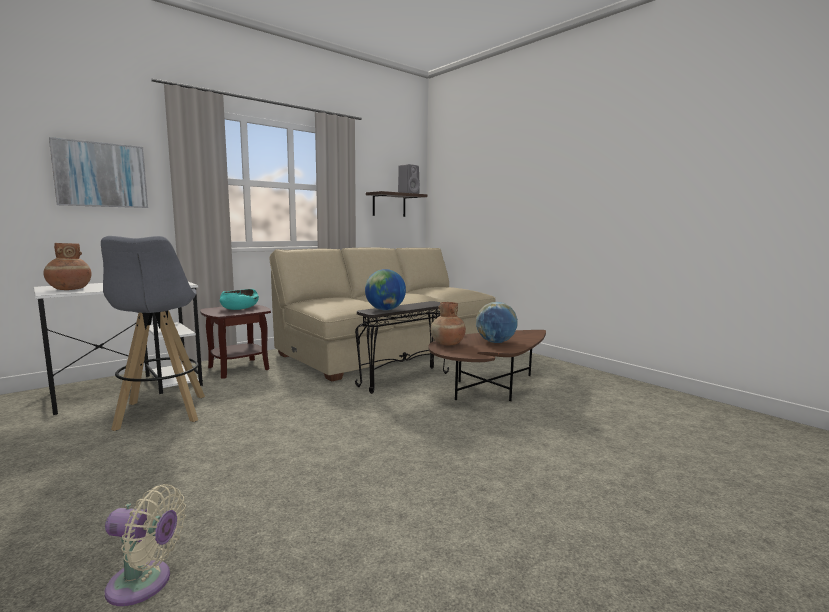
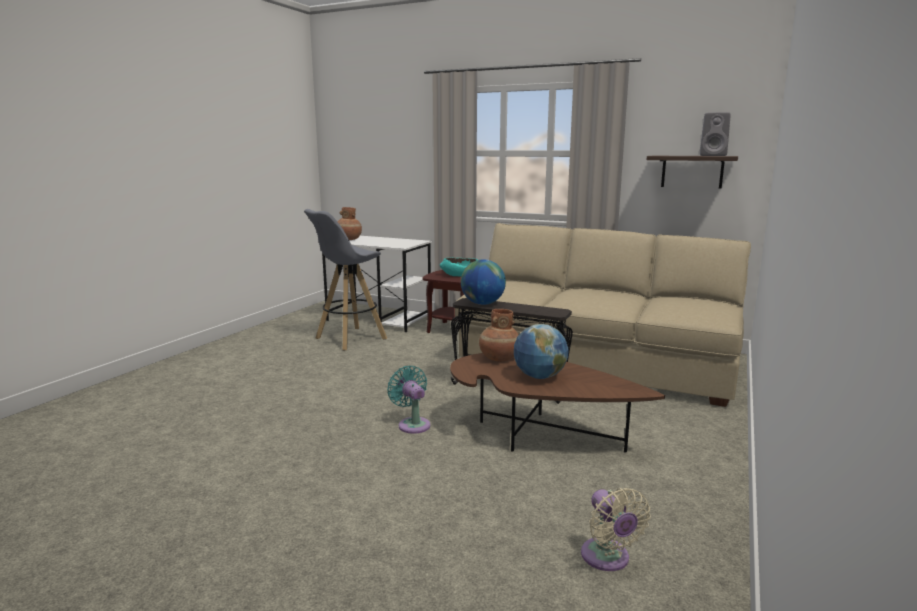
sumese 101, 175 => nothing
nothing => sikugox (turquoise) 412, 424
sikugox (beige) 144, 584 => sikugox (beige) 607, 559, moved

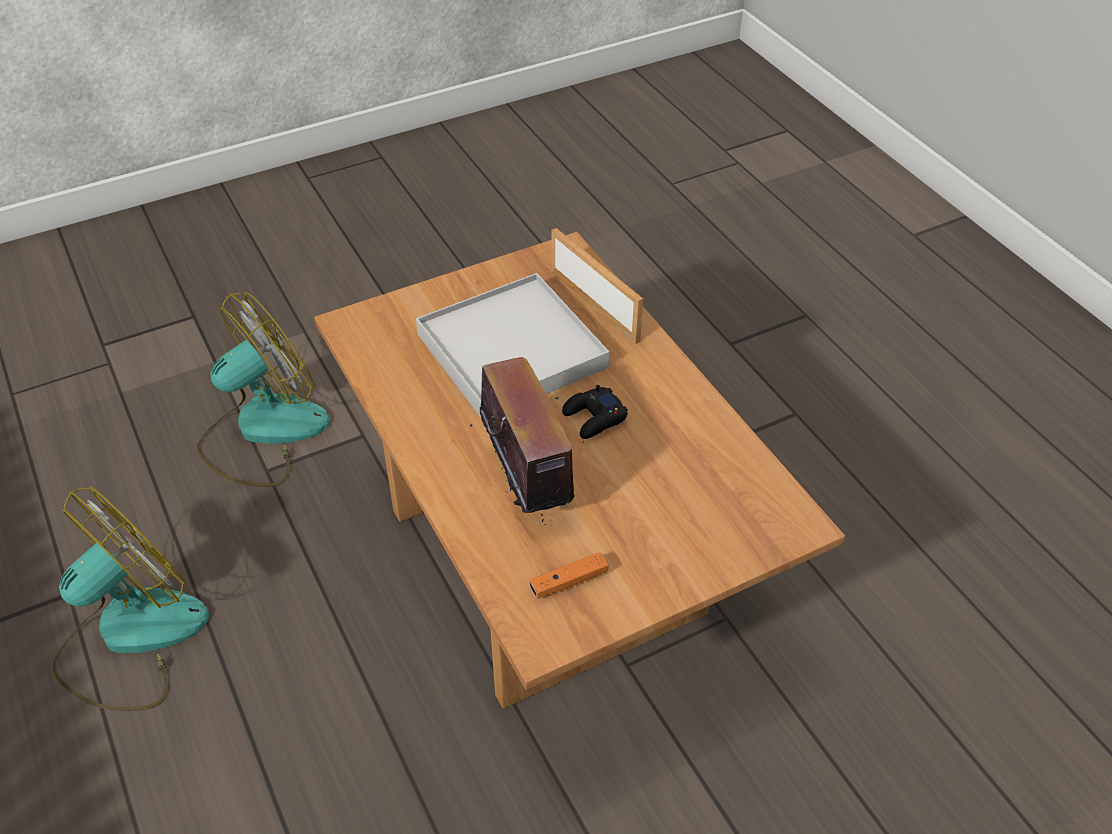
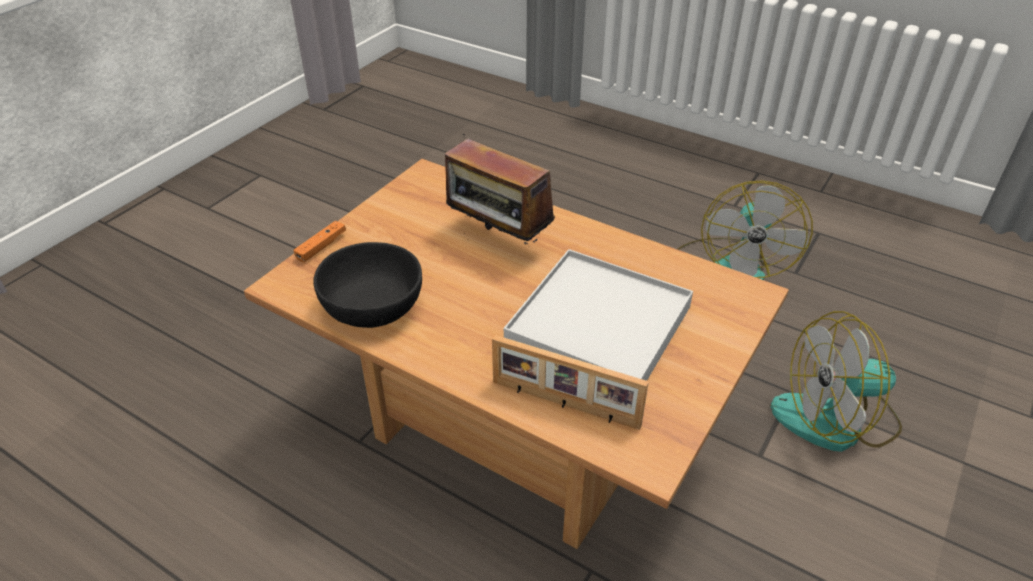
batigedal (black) 594, 418 => nothing
nothing => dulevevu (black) 373, 305
batigedal (orange) 569, 582 => batigedal (orange) 321, 246, moved
sikugox 263, 431 => sikugox 836, 419, 60 degrees clockwise

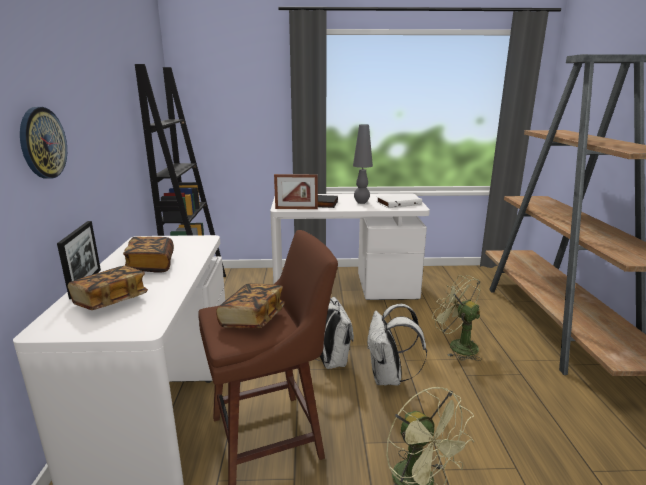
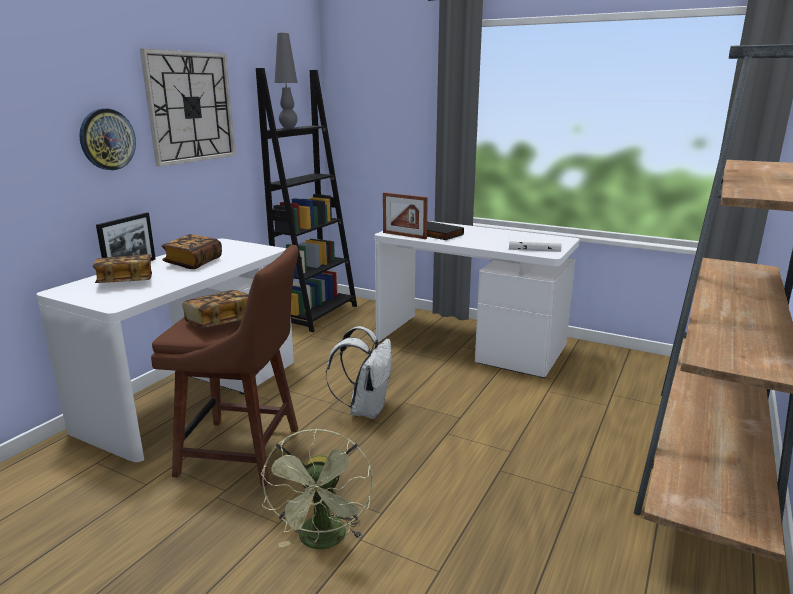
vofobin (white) 389, 378 => nothing
sikugox (green) 457, 345 => nothing
nothing => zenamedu 190, 107
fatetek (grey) 361, 202 => fatetek (grey) 288, 128, moved

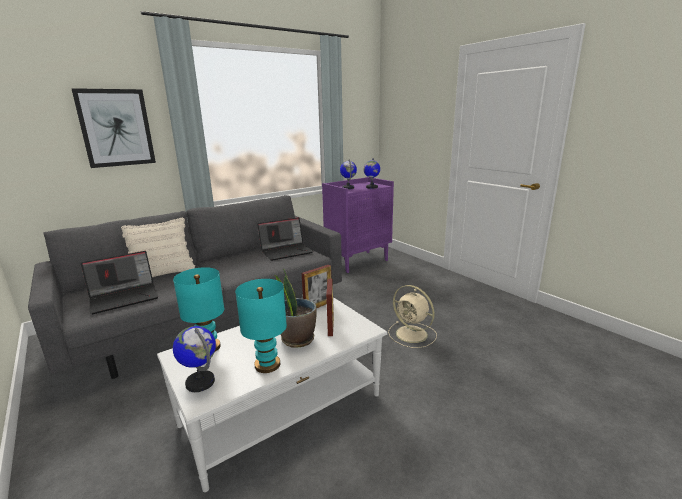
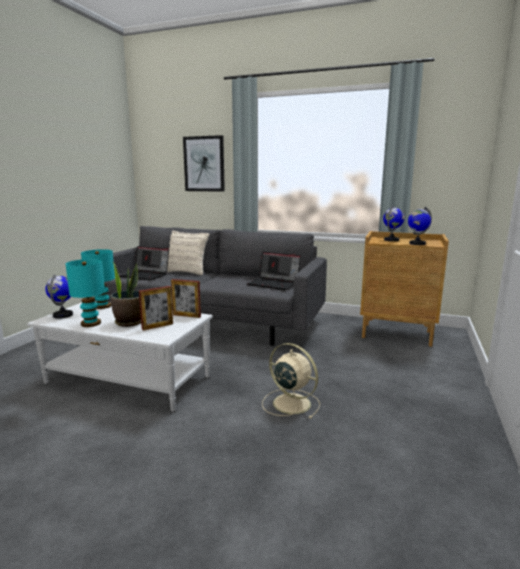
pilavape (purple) 358, 261 => pilavape (brown) 397, 334
sikugox (beige) 412, 334 => sikugox (beige) 290, 403, 120 degrees clockwise

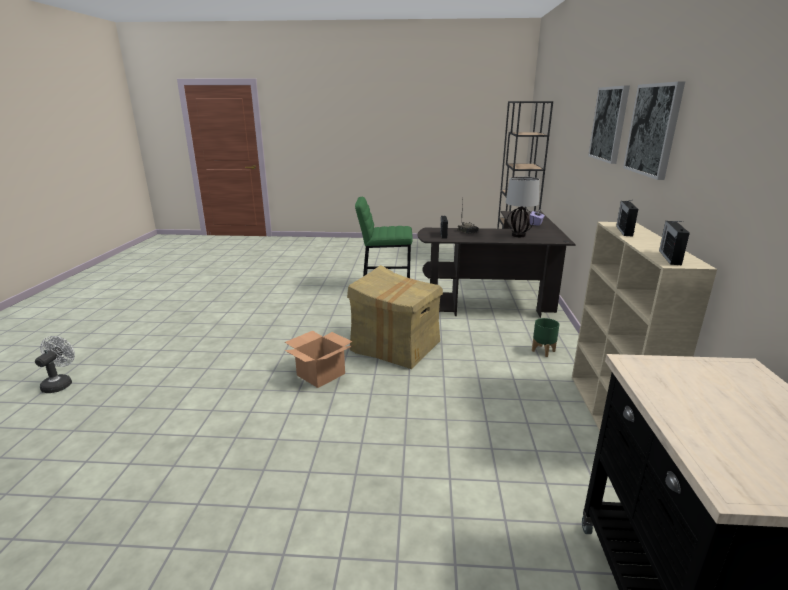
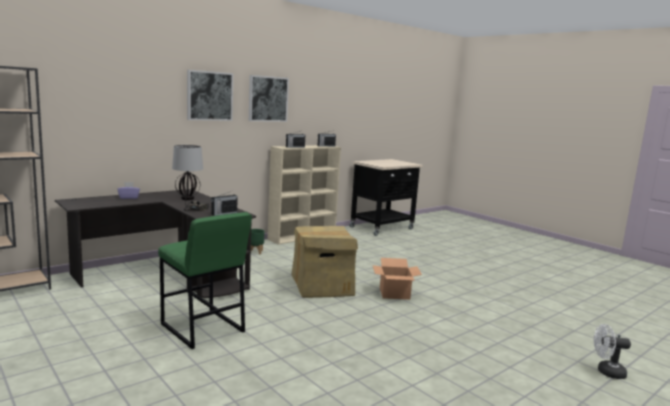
sikugox (white) 60, 384 => sikugox (white) 606, 372, 45 degrees clockwise

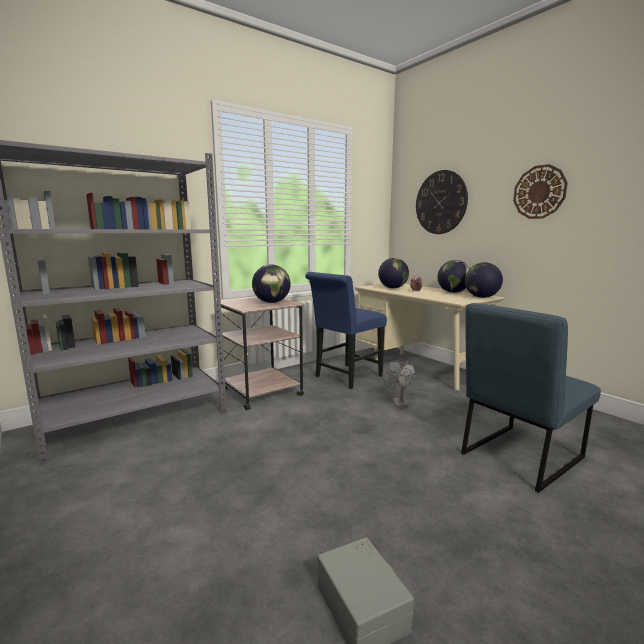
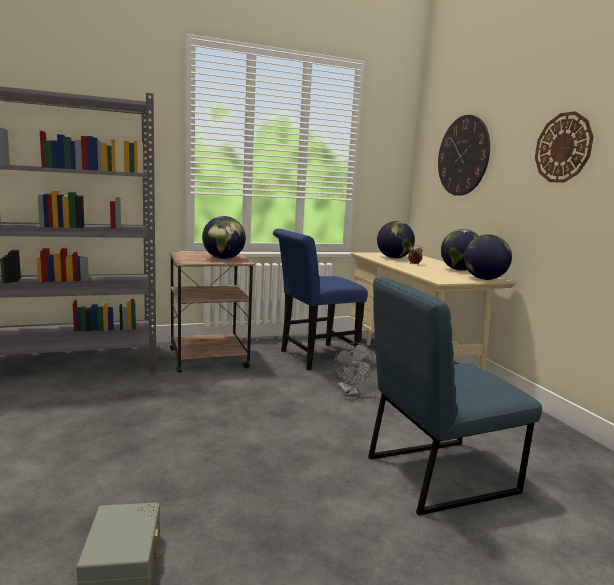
sikugox (grey) 398, 402 => sikugox (grey) 349, 392, 150 degrees clockwise

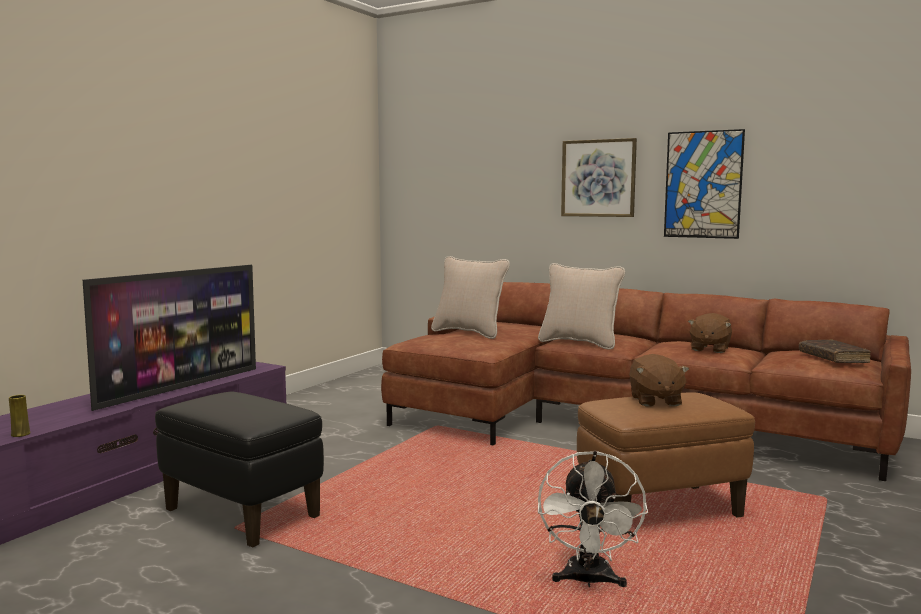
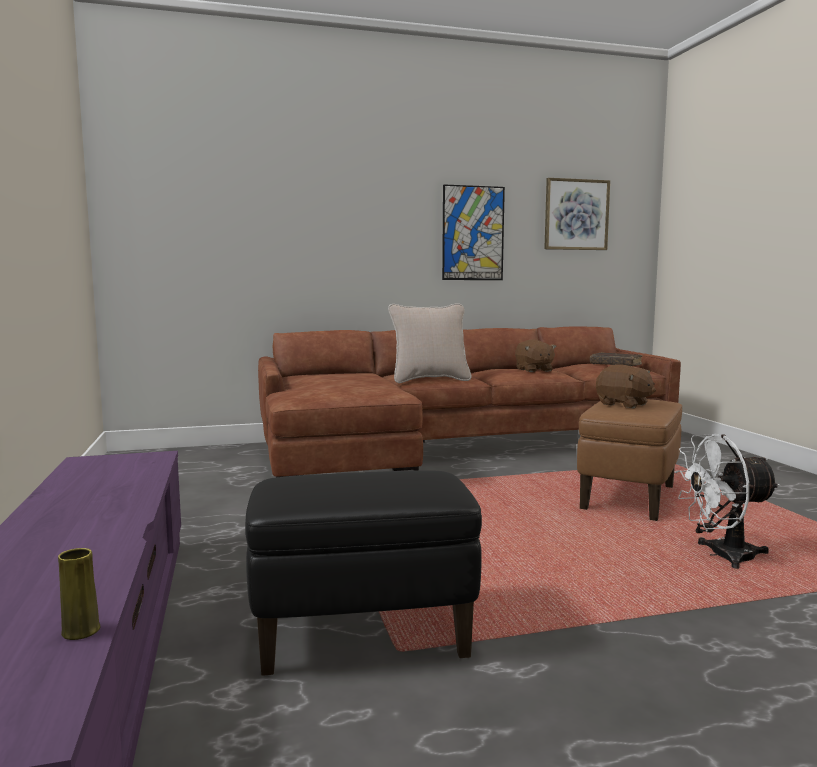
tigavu 181, 387 => nothing
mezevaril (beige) 469, 333 => nothing
sumese 598, 178 => sumese 576, 215, moved
sikugox (white) 588, 581 => sikugox (white) 721, 556, 120 degrees clockwise

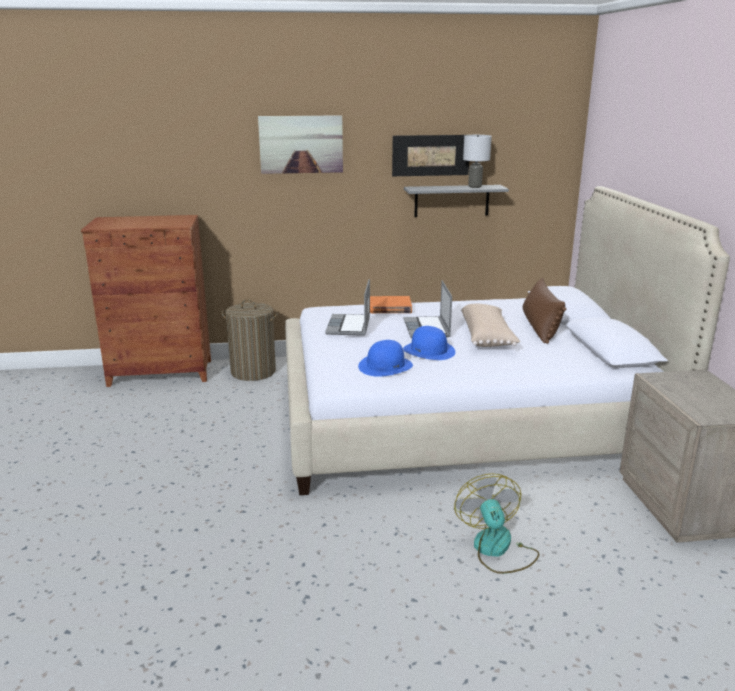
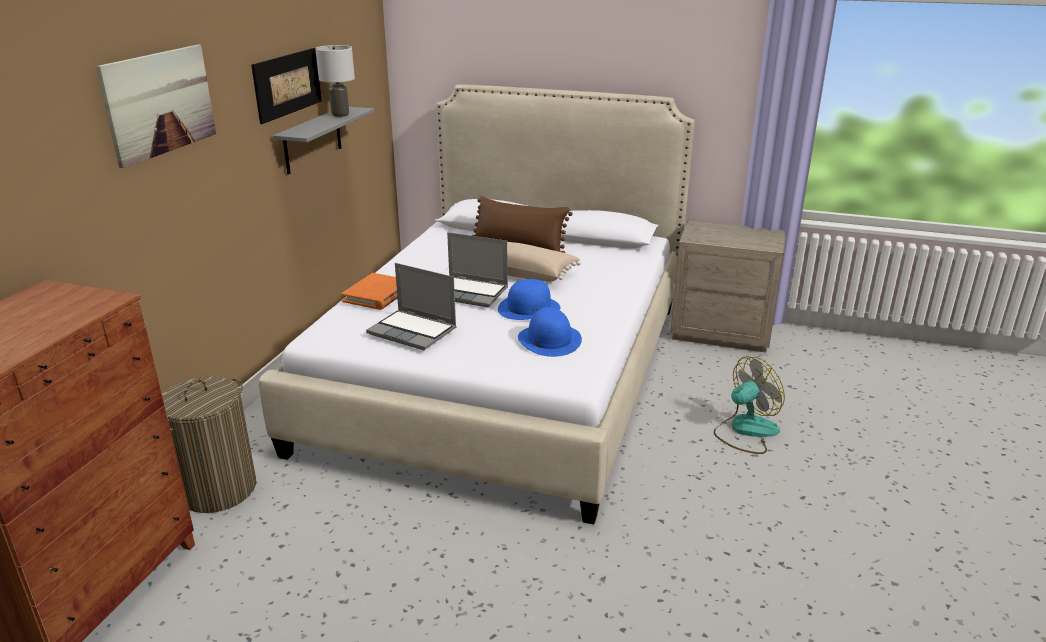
sikugox 497, 549 => sikugox 745, 431, 135 degrees clockwise

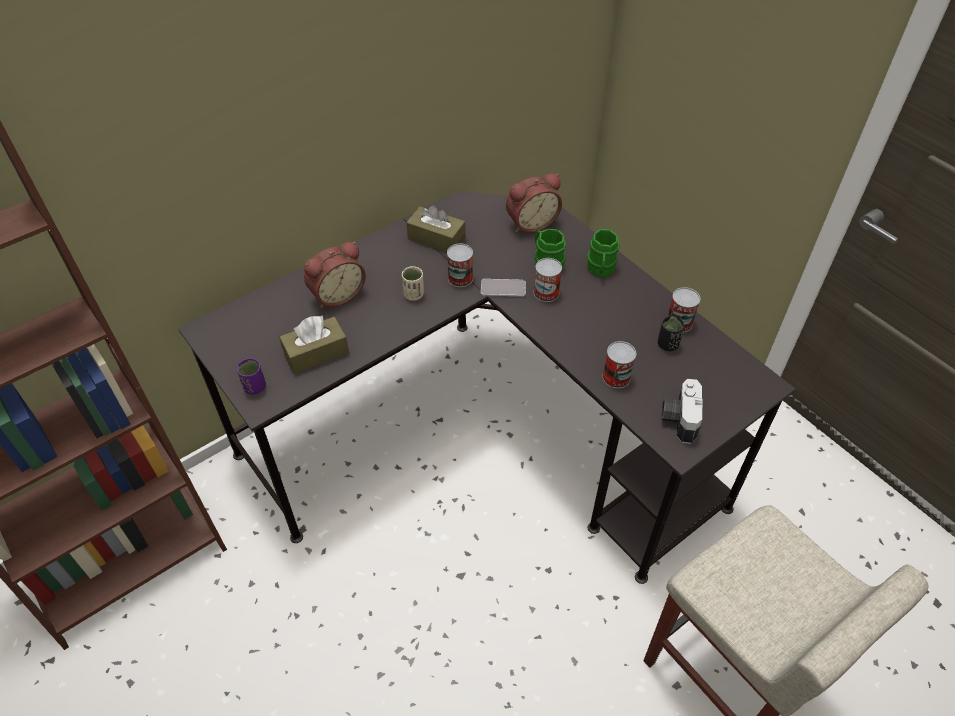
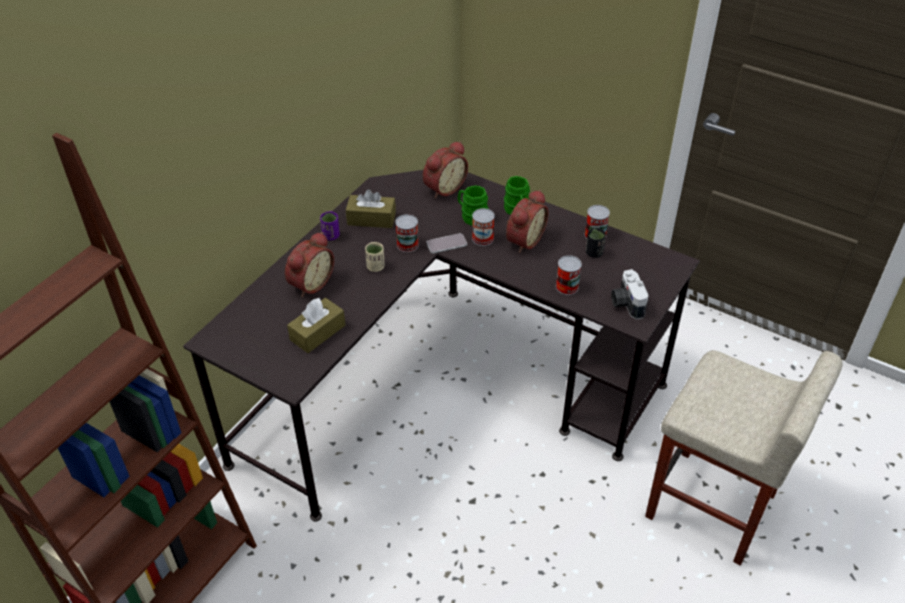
nothing => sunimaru 523, 240
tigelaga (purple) 255, 387 => tigelaga (purple) 331, 236, moved

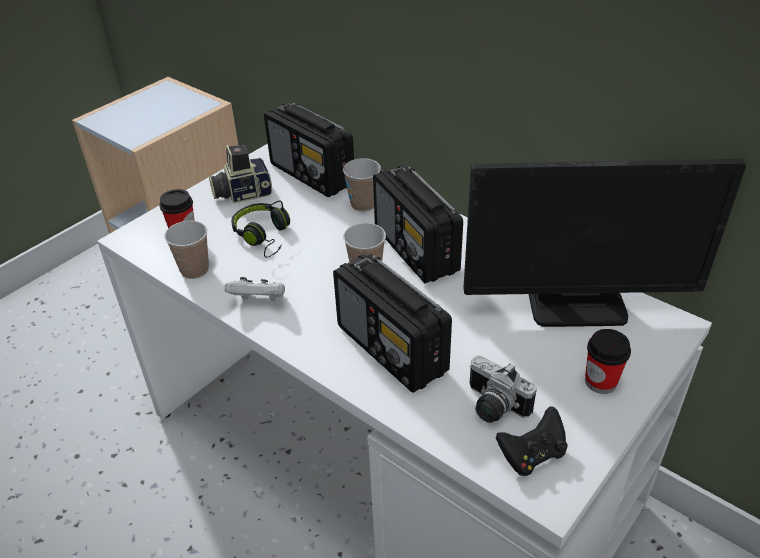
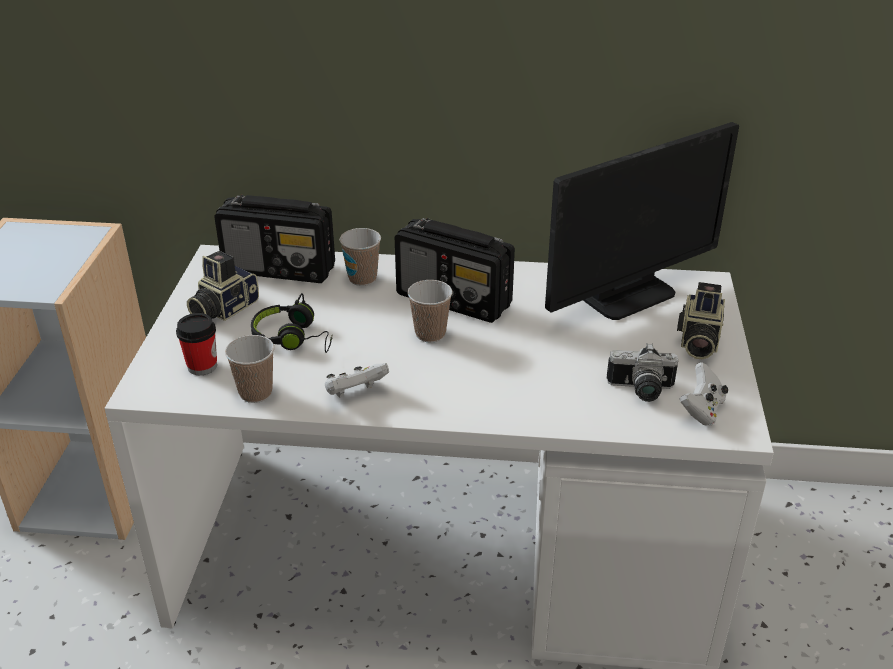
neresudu 392, 350 => nothing
tigelaga 600, 381 => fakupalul 697, 341
batigedal (black) 532, 455 => batigedal (white) 701, 410

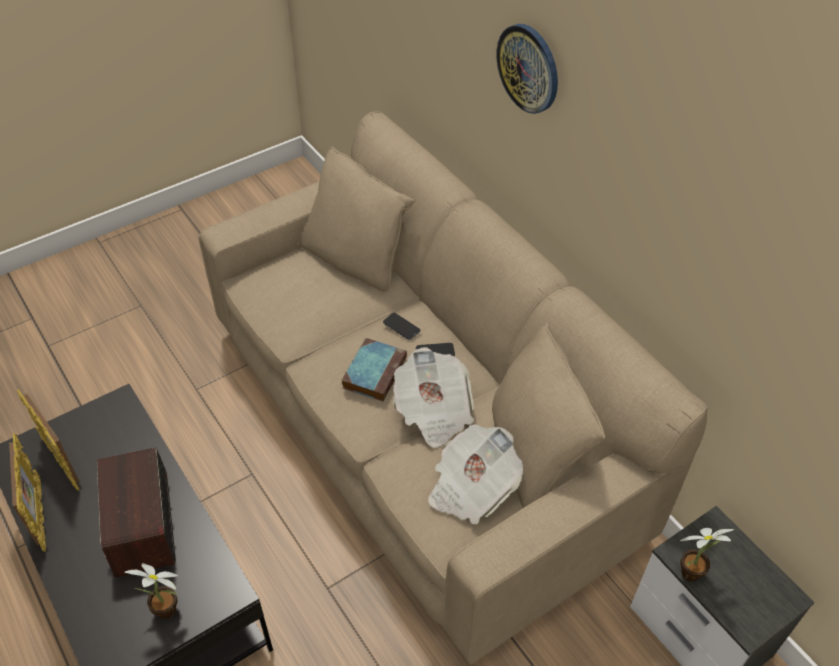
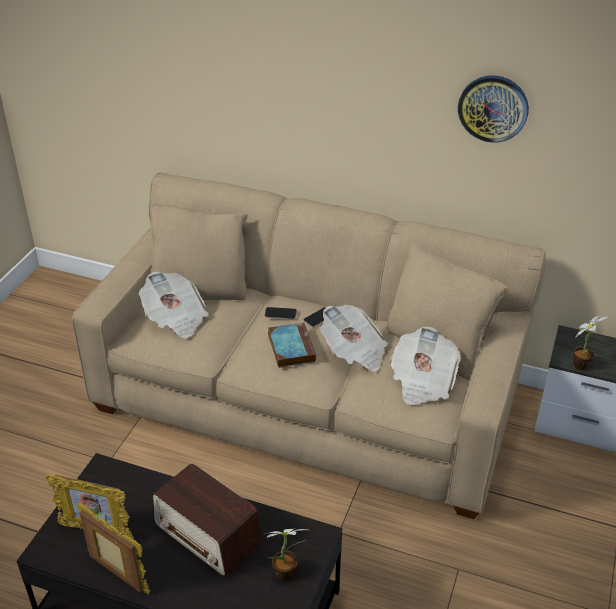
nothing => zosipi 175, 318
zenamedu 528, 68 => zenamedu 493, 108, moved

